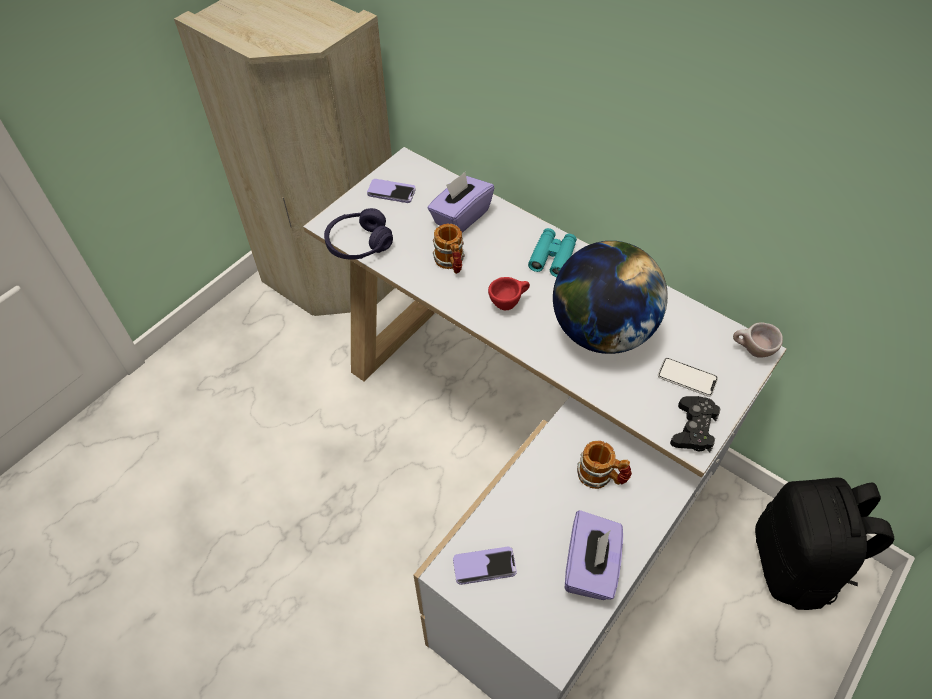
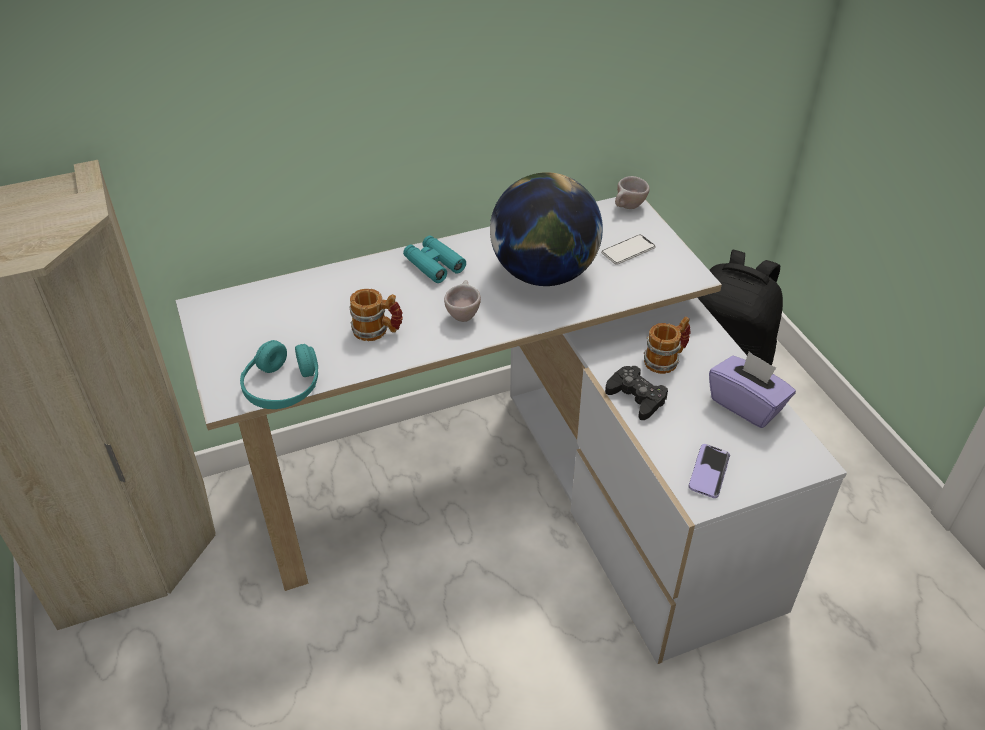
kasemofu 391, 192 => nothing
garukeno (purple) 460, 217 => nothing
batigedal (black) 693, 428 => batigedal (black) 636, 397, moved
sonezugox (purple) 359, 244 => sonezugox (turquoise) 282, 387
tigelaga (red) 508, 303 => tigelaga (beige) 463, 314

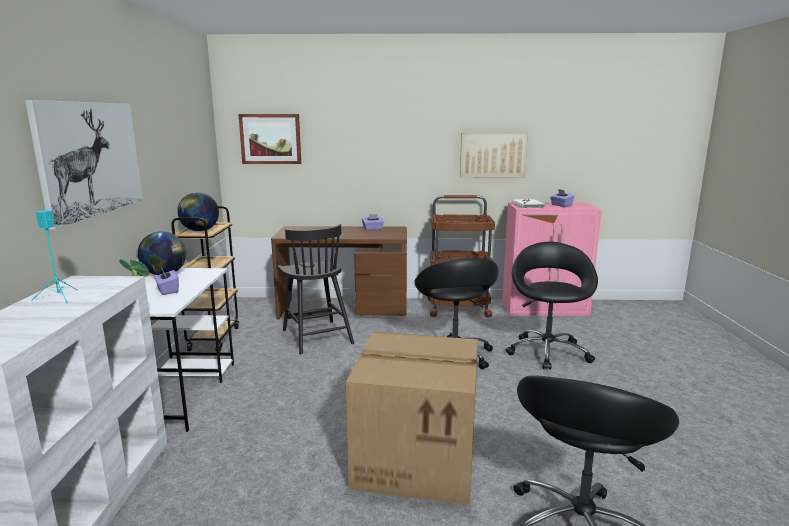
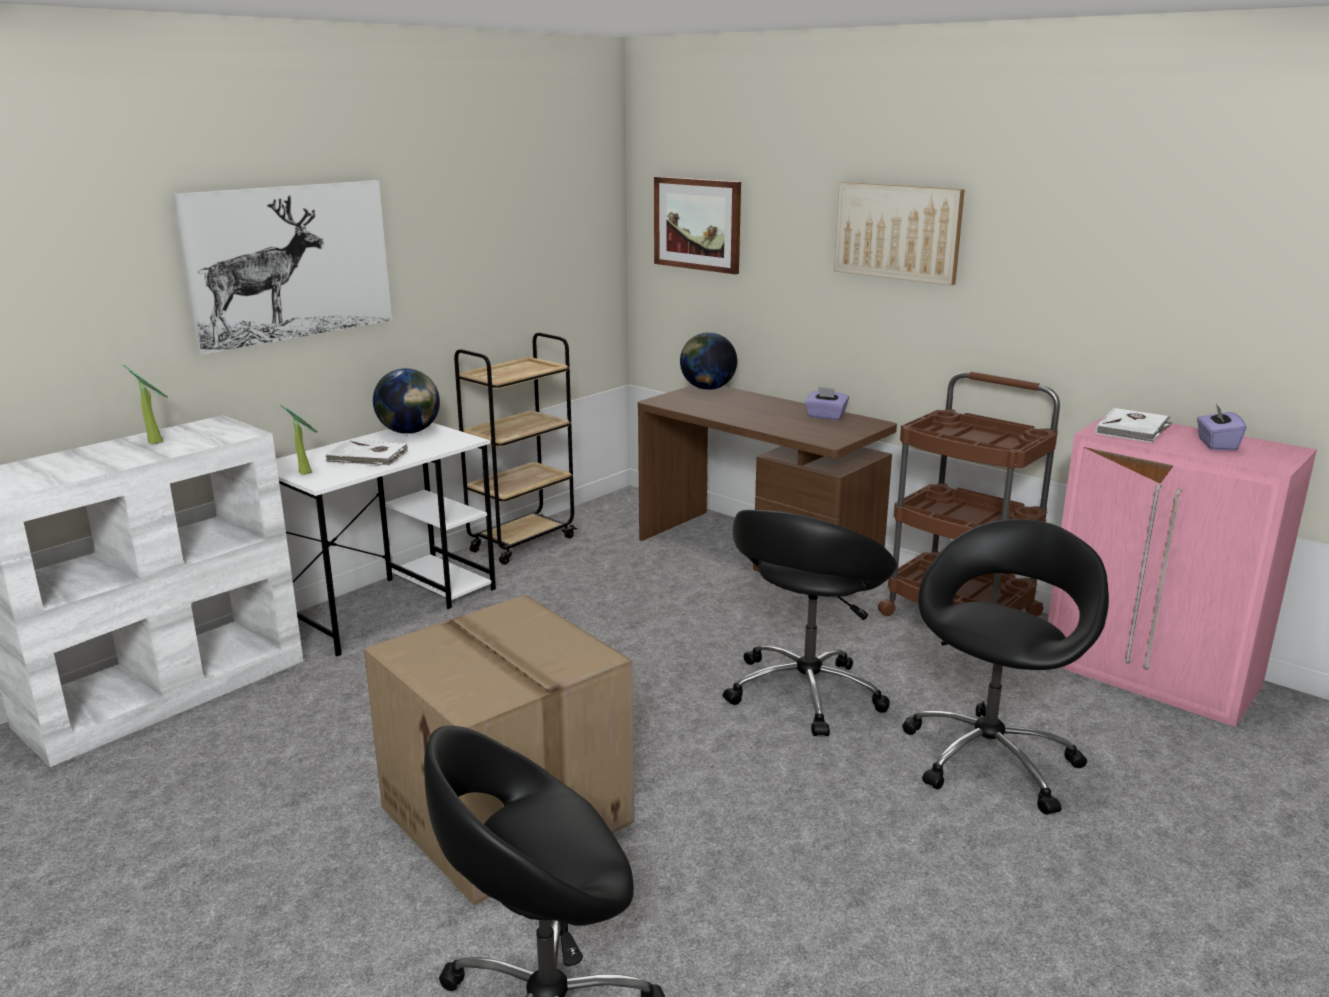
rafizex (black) 316, 335 => nothing
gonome 200, 230 => gonome 707, 388, moved
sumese 492, 155 => sumese 898, 232, moved
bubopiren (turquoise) 59, 297 => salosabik 157, 441
garukeno (purple) 167, 291 => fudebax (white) 367, 457

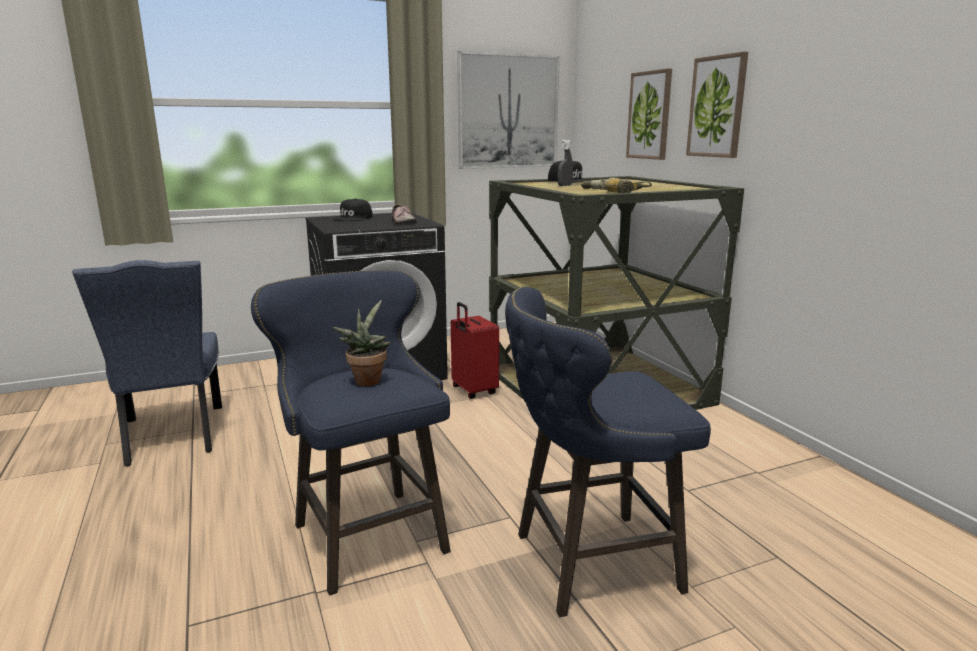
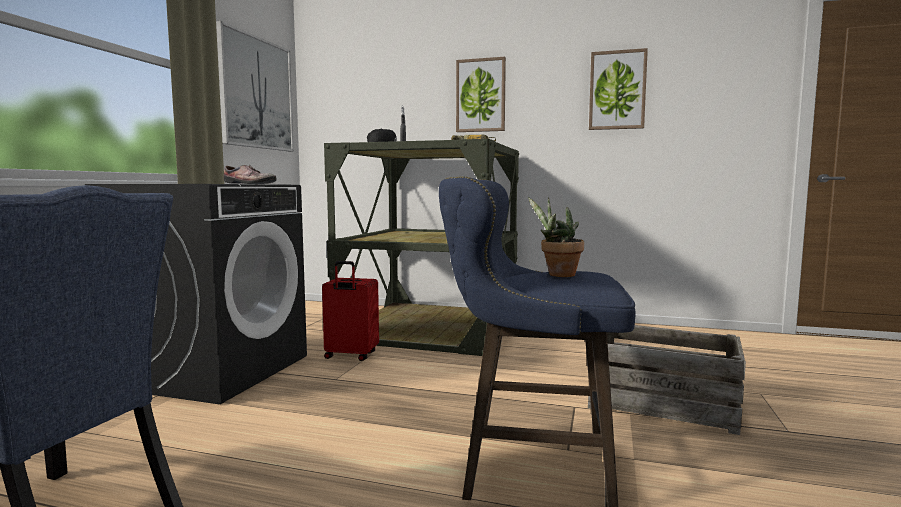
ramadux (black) 353, 218 => nothing
sumese 649, 115 => sumese 617, 90, moved
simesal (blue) 588, 563 => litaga 662, 404

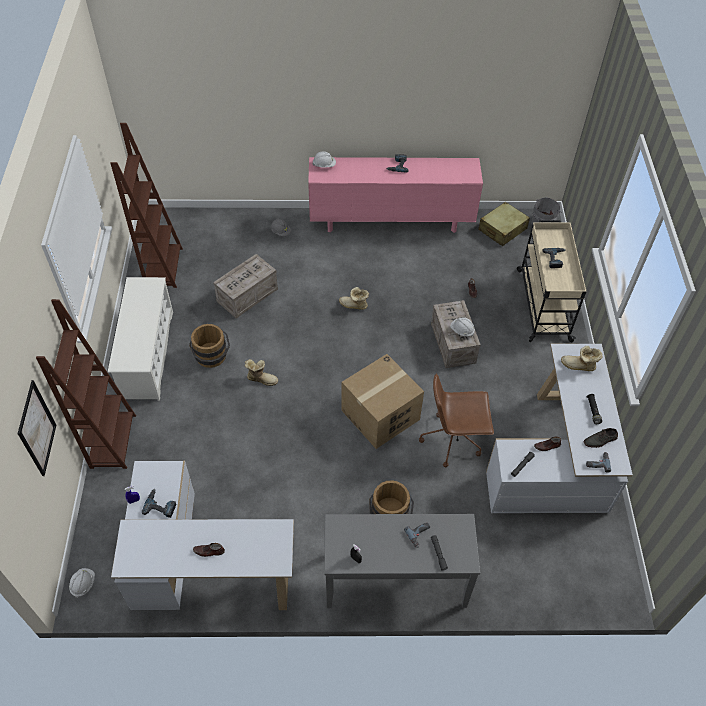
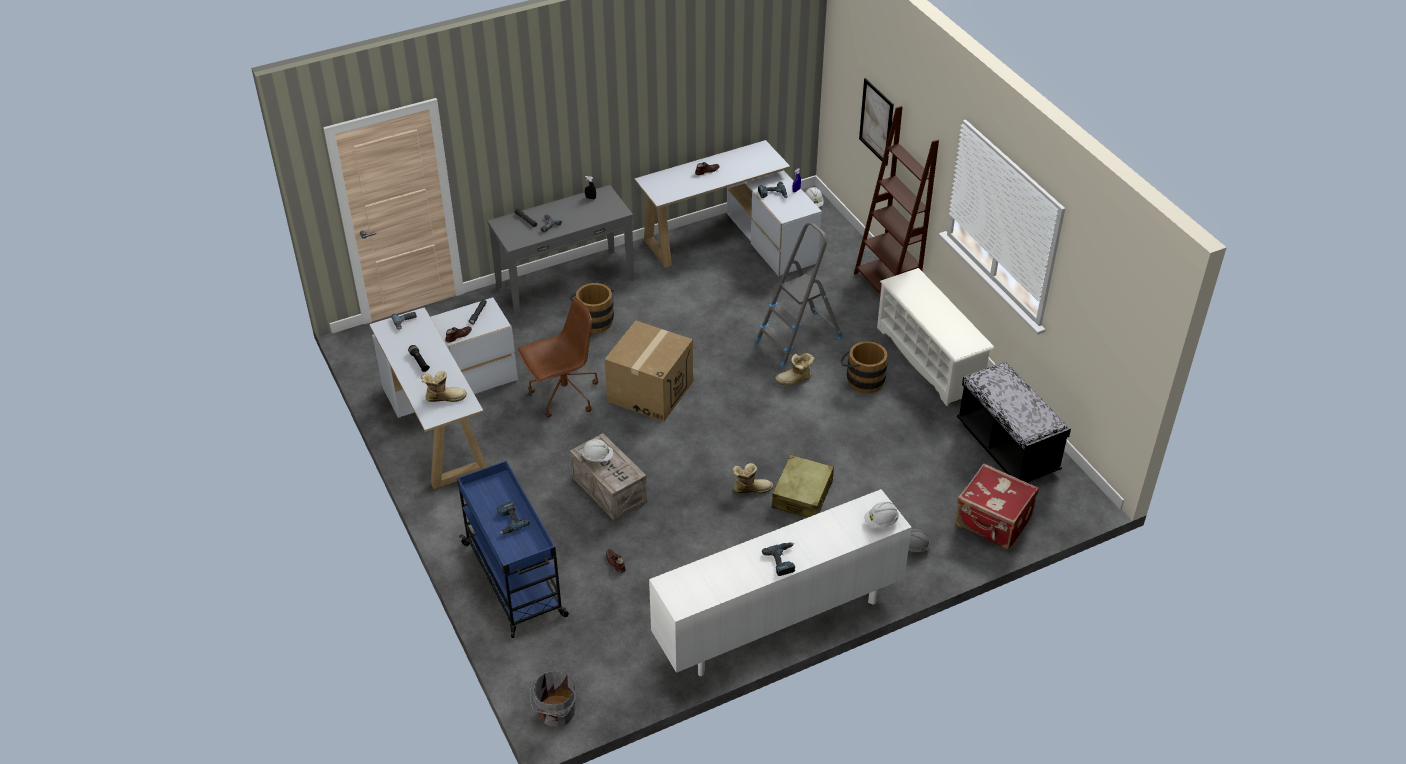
litaga 248, 294 => nothing
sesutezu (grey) 600, 440 => nothing
nothing => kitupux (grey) 798, 339
nothing => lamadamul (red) 992, 523
lamadamul (beige) 502, 229 => lamadamul (beige) 802, 495, moved
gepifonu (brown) 163, 267 => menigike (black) 1007, 447
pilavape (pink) 391, 221 => pilavape (white) 779, 622
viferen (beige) 543, 304 => viferen (blue) 515, 580

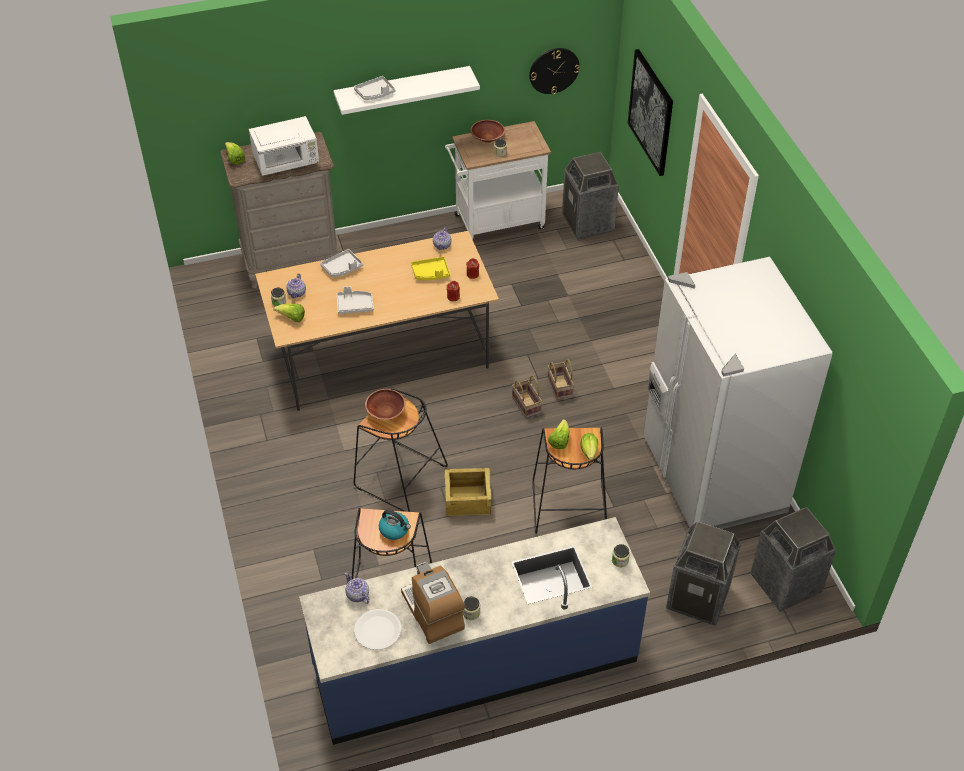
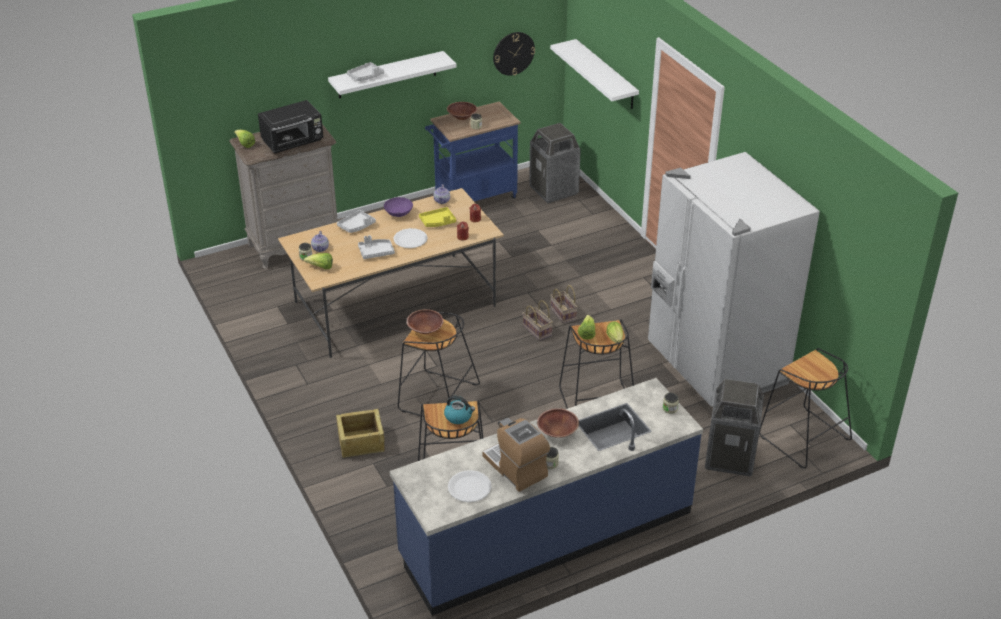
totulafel 357, 595 => nothing
nothing => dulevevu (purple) 398, 214
nothing => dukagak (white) 410, 239
nothing => dulevevu (brown) 558, 431
litaga 467, 499 => litaga 360, 441, moved
sumese 651, 112 => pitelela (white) 606, 75
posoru 785, 584 => simesal (black) 802, 437
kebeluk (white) 287, 162 => kebeluk (black) 293, 142
viferen (white) 496, 222 => viferen (blue) 473, 198

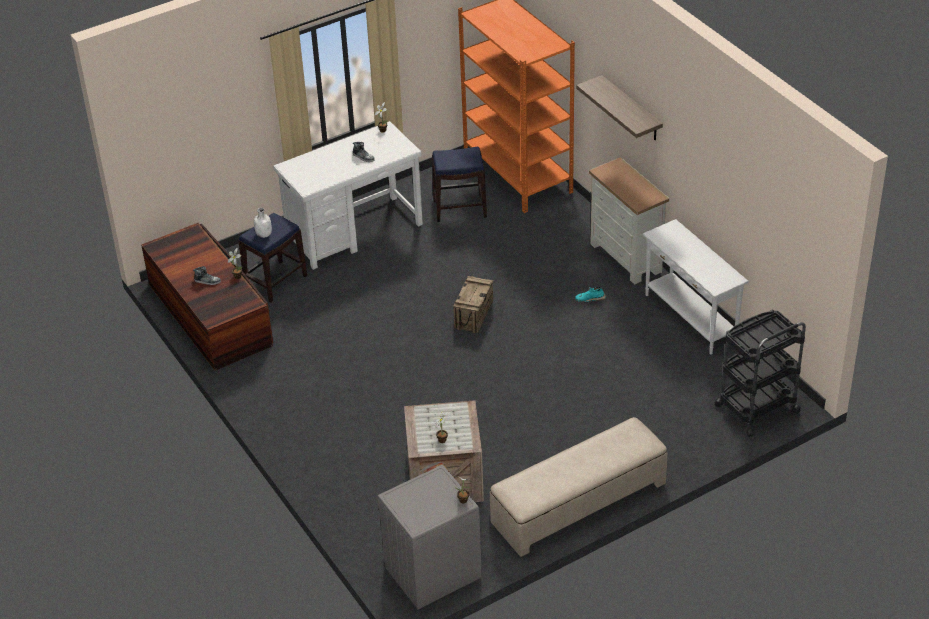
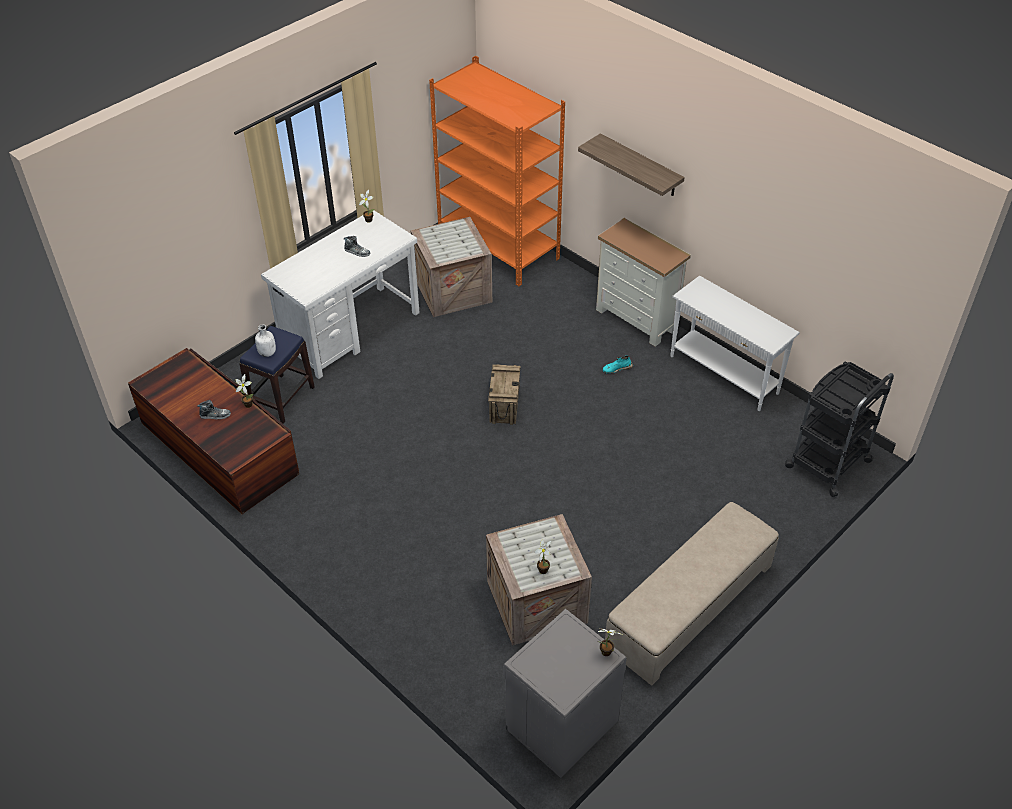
simesal 459, 209 => litaga 452, 291

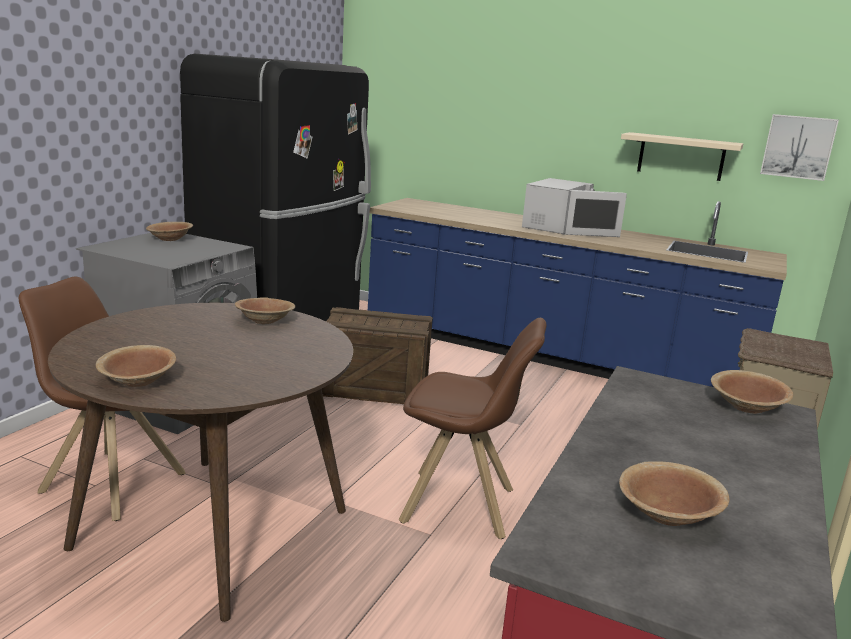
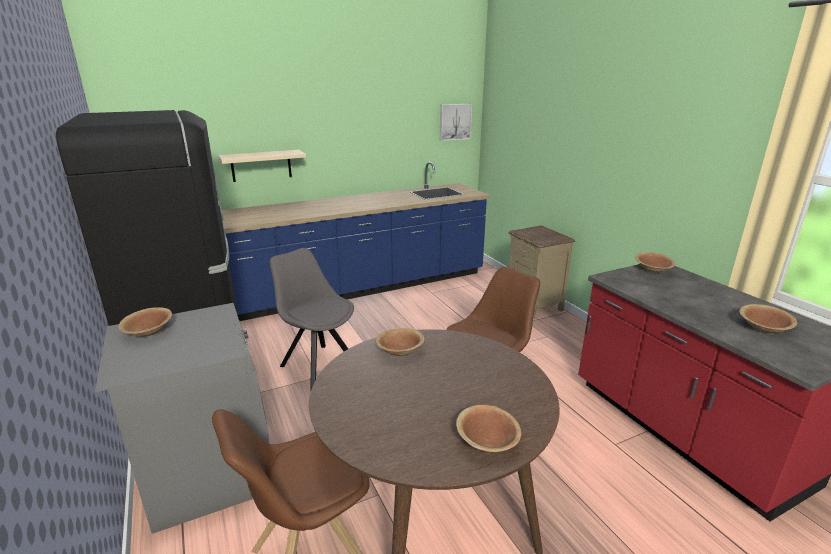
kebeluk (white) 557, 227 => nothing
pitelela (beige) 681, 156 => pitelela (beige) 261, 165, moved
litaga 375, 388 => rafizex (grey) 319, 366

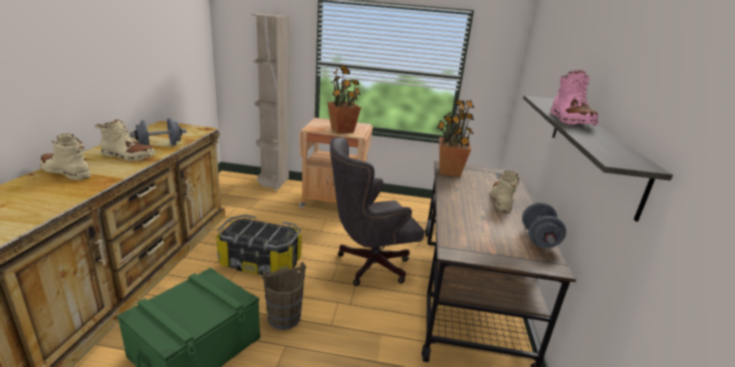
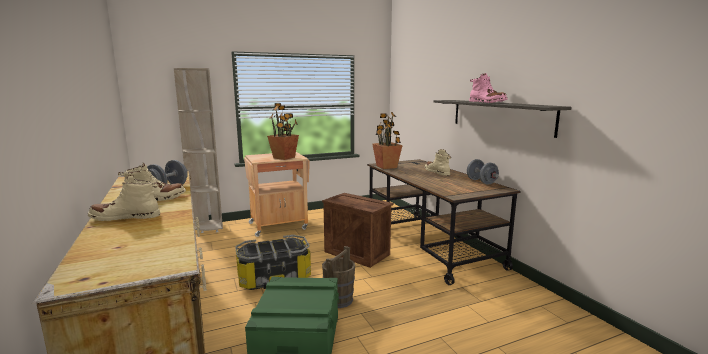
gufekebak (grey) 368, 266 => litaga 356, 253

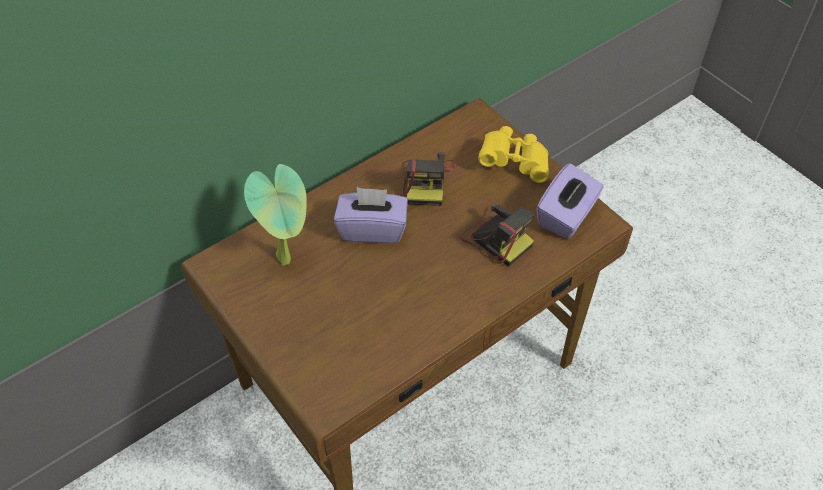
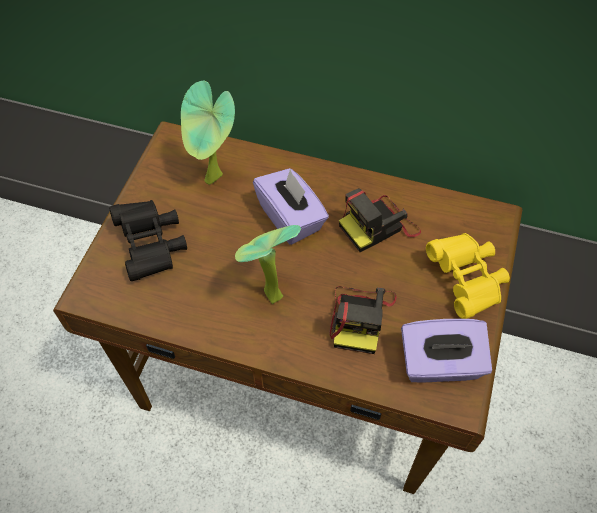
nothing => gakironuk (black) 152, 246
nothing => salosabik 268, 295

